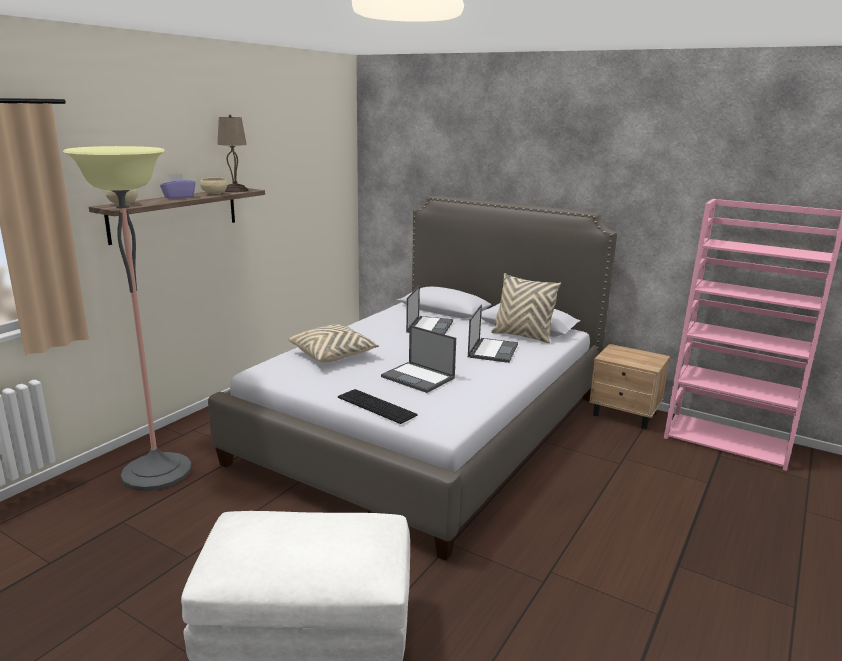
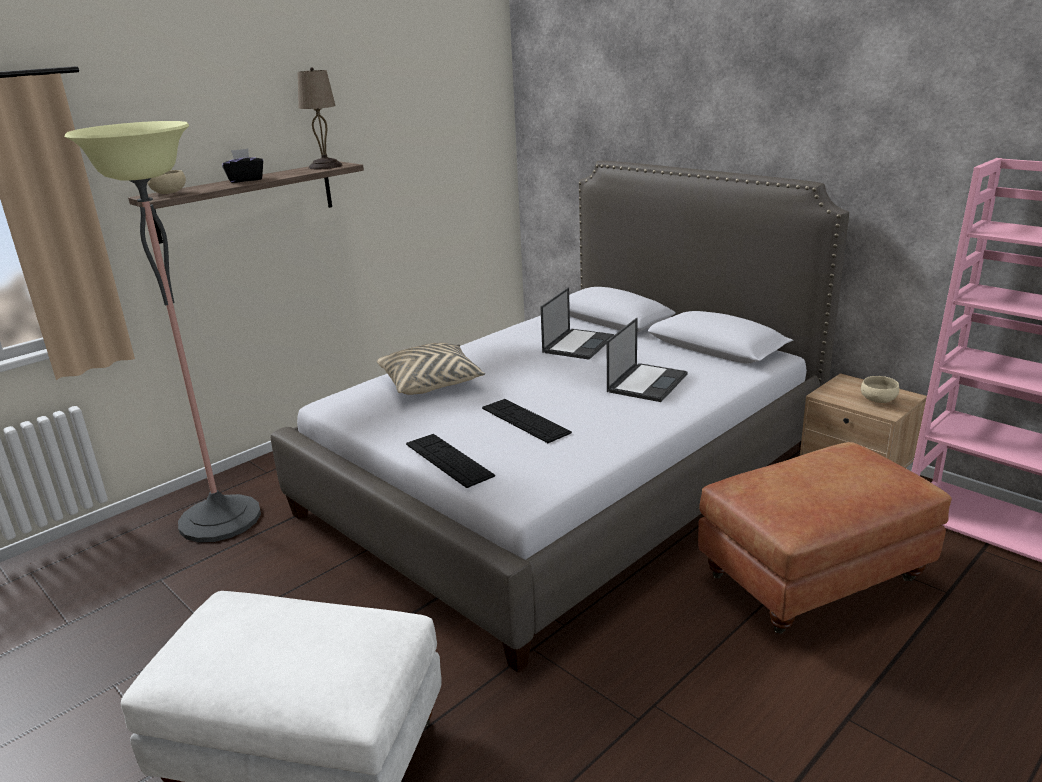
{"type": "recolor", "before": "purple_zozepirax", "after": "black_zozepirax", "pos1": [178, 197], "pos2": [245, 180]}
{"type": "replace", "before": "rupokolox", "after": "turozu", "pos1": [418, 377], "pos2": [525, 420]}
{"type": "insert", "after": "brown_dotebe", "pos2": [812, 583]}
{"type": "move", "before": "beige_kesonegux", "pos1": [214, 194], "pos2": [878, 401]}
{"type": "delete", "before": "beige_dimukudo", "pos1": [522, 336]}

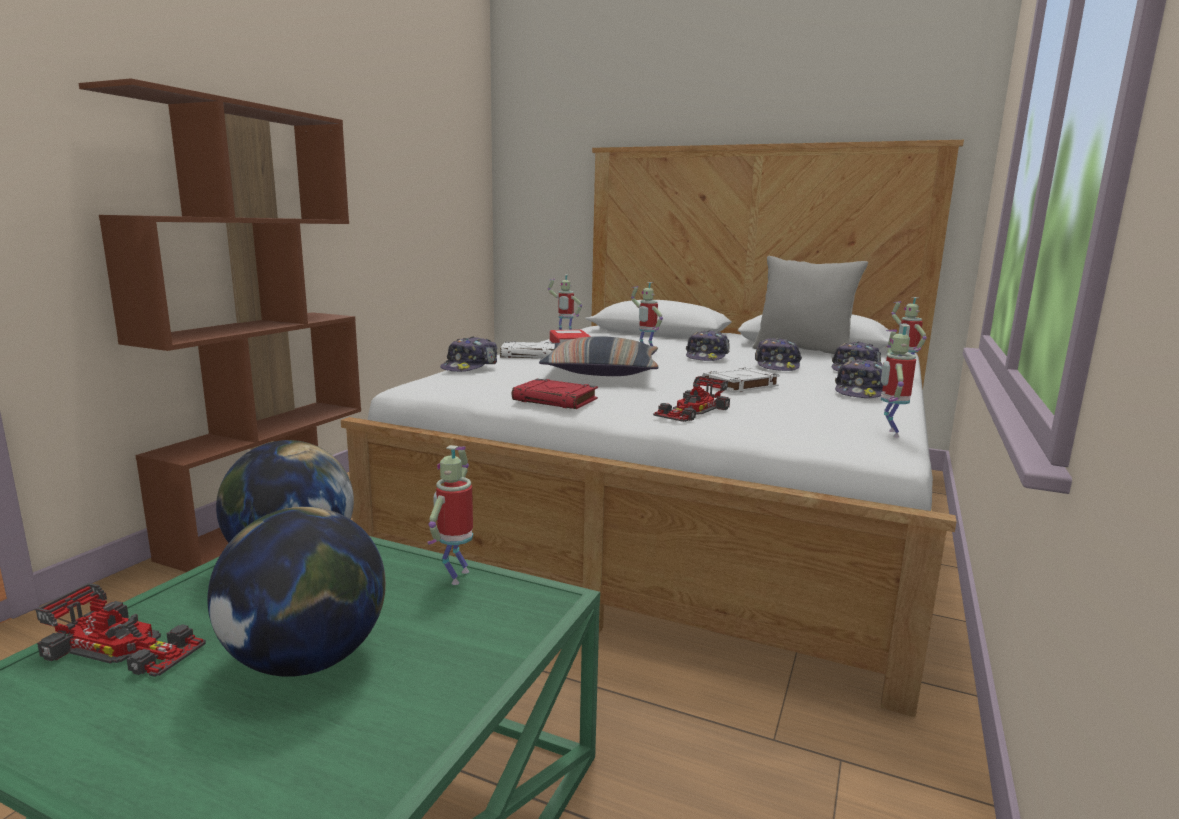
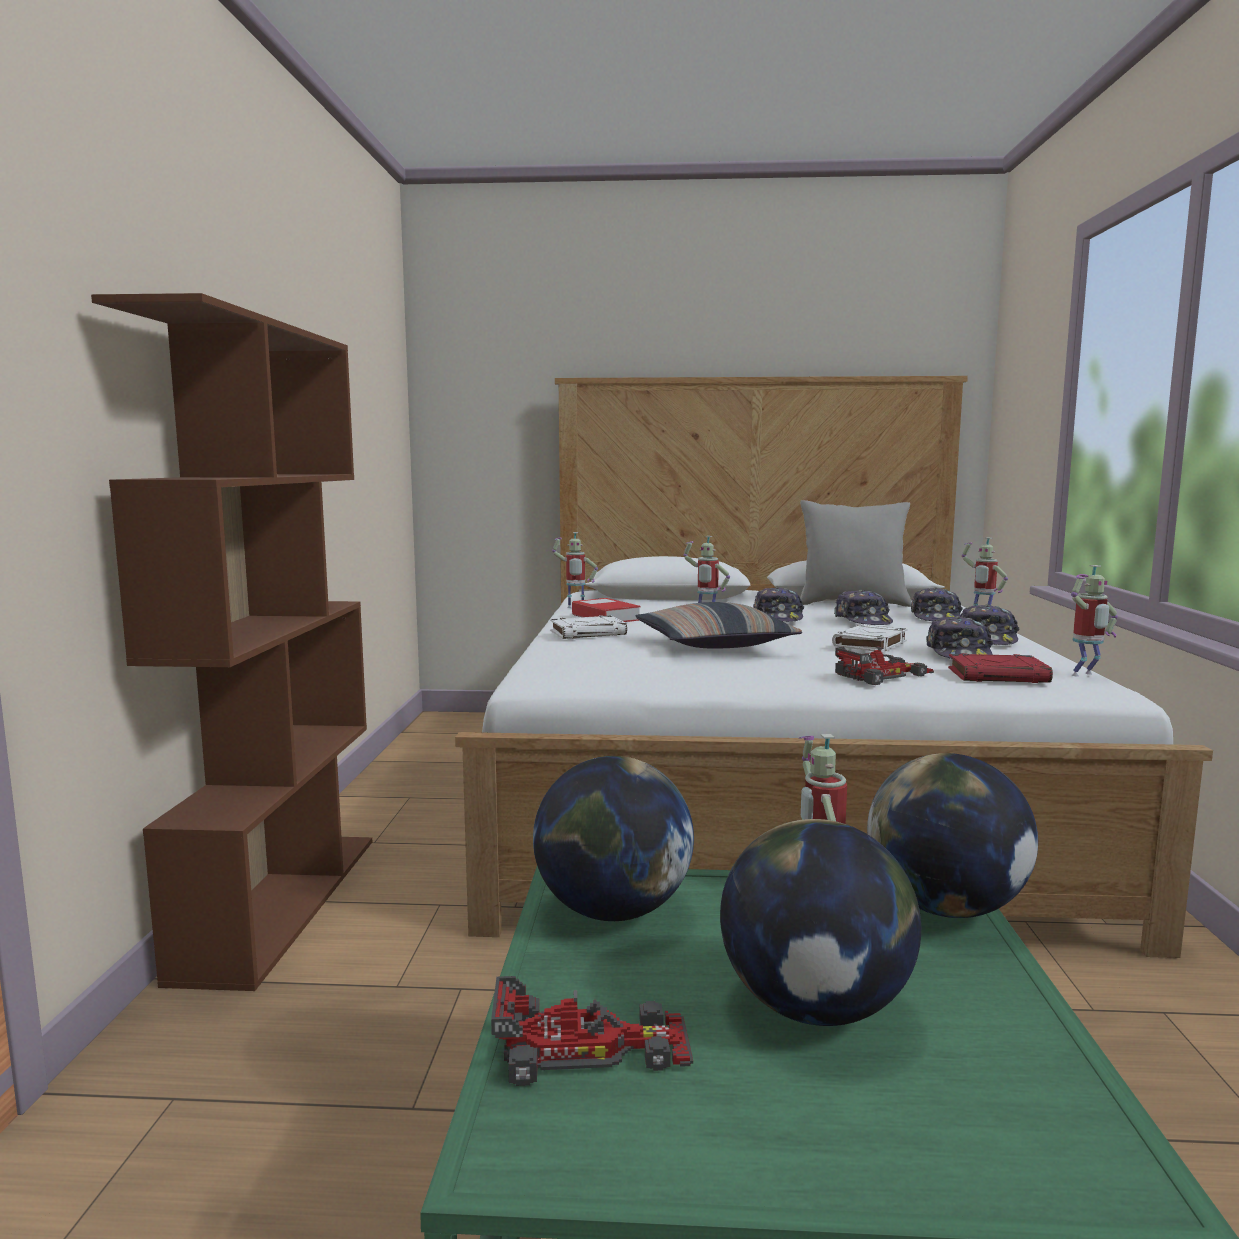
{"type": "rotate", "before": "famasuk", "pos1": [691, 411], "pos2": [883, 675], "turn": -135}
{"type": "insert", "after": "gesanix", "pos2": [945, 908]}
{"type": "move", "before": "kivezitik", "pos1": [470, 367], "pos2": [959, 654]}
{"type": "move", "before": "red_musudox", "pos1": [556, 400], "pos2": [999, 676]}
{"type": "rotate", "before": "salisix", "pos1": [889, 433], "pos2": [1085, 675], "turn": -105}

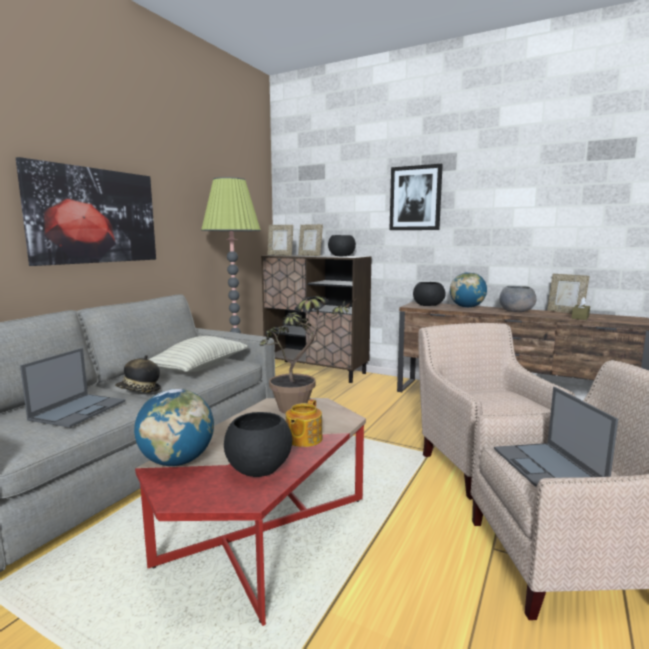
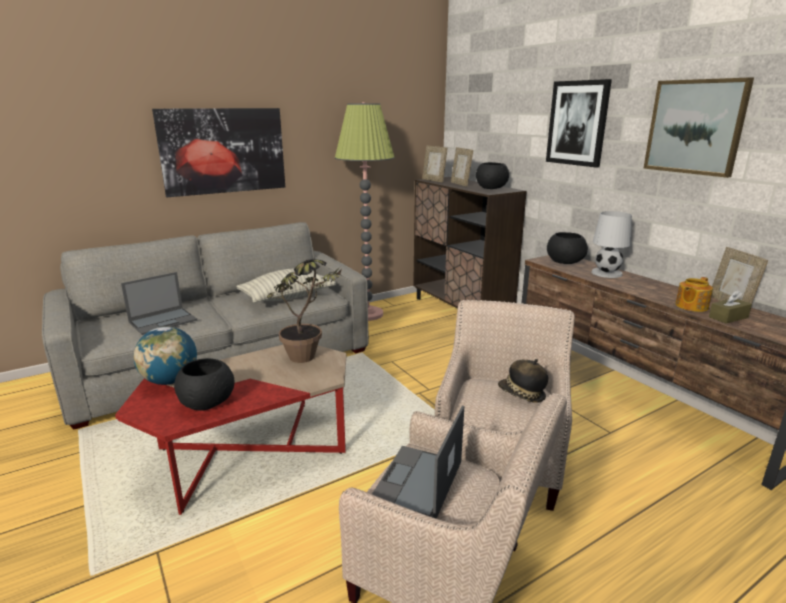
{"type": "move", "before": "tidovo", "pos1": [139, 391], "pos2": [521, 395]}
{"type": "replace", "before": "gesanix", "after": "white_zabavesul", "pos1": [467, 307], "pos2": [606, 273]}
{"type": "insert", "after": "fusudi", "pos2": [695, 127]}
{"type": "move", "before": "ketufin", "pos1": [303, 439], "pos2": [690, 306]}
{"type": "delete", "before": "grey_kesonegux", "pos1": [516, 311]}

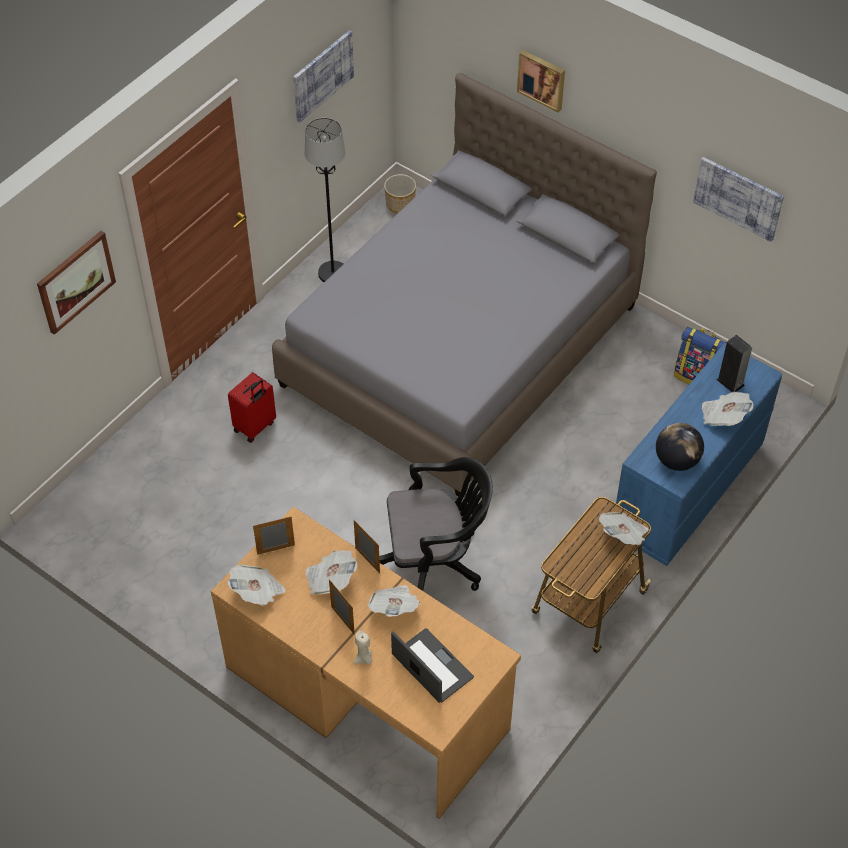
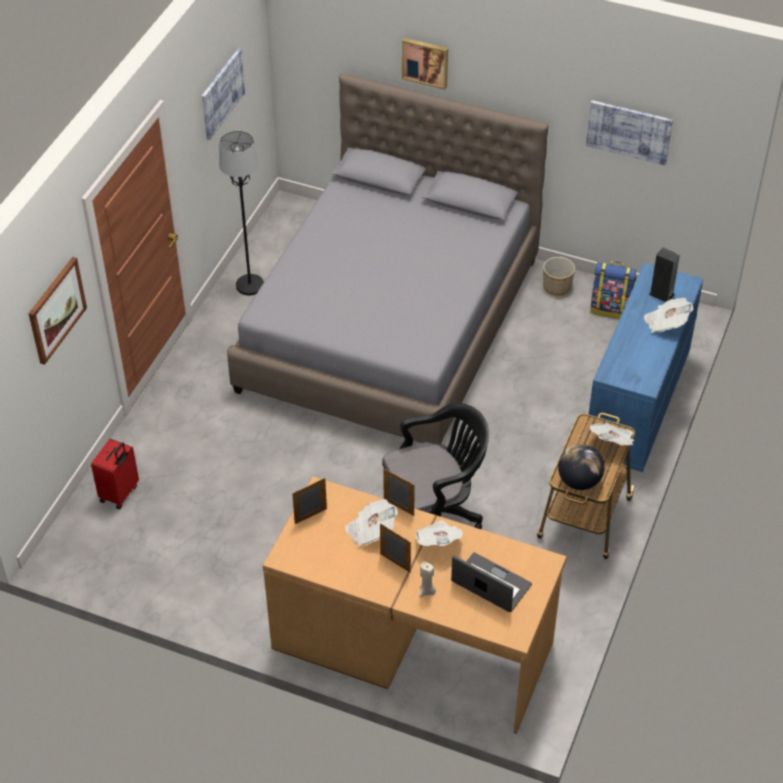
{"type": "move", "before": "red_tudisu", "pos1": [255, 427], "pos2": [120, 494]}
{"type": "move", "before": "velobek", "pos1": [400, 204], "pos2": [556, 286]}
{"type": "move", "before": "gesanix", "pos1": [676, 460], "pos2": [579, 481]}
{"type": "delete", "before": "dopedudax", "pos1": [257, 592]}

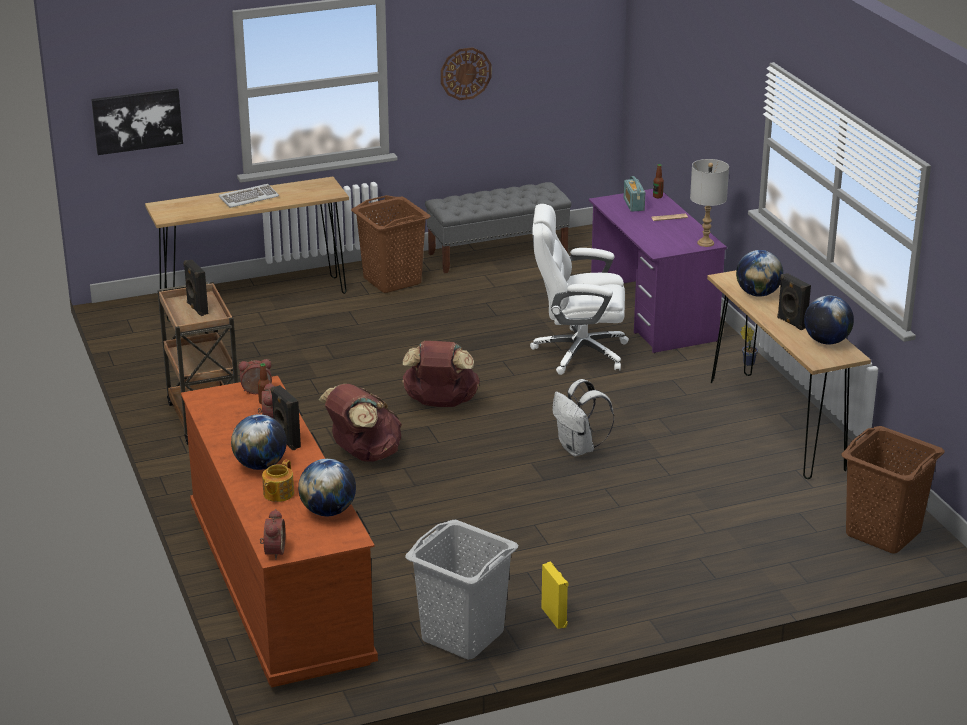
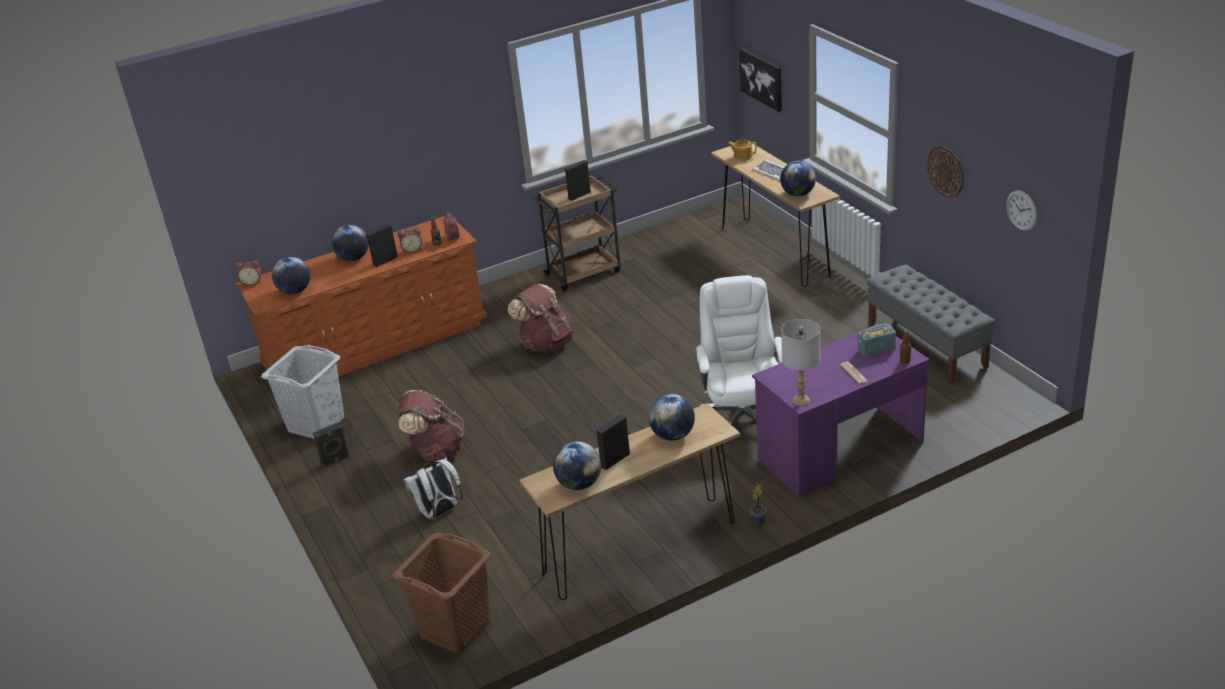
{"type": "recolor", "before": "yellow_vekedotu", "after": "black_vekedotu", "pos1": [555, 617], "pos2": [335, 460]}
{"type": "move", "before": "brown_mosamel", "pos1": [440, 403], "pos2": [436, 450]}
{"type": "move", "before": "white_mosamel", "pos1": [579, 449], "pos2": [439, 512]}
{"type": "move", "before": "ketufin", "pos1": [278, 494], "pos2": [742, 157]}
{"type": "insert", "after": "gesanix", "pos2": [798, 194]}
{"type": "insert", "after": "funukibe", "pos2": [1021, 210]}
{"type": "delete", "before": "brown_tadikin", "pos1": [392, 280]}

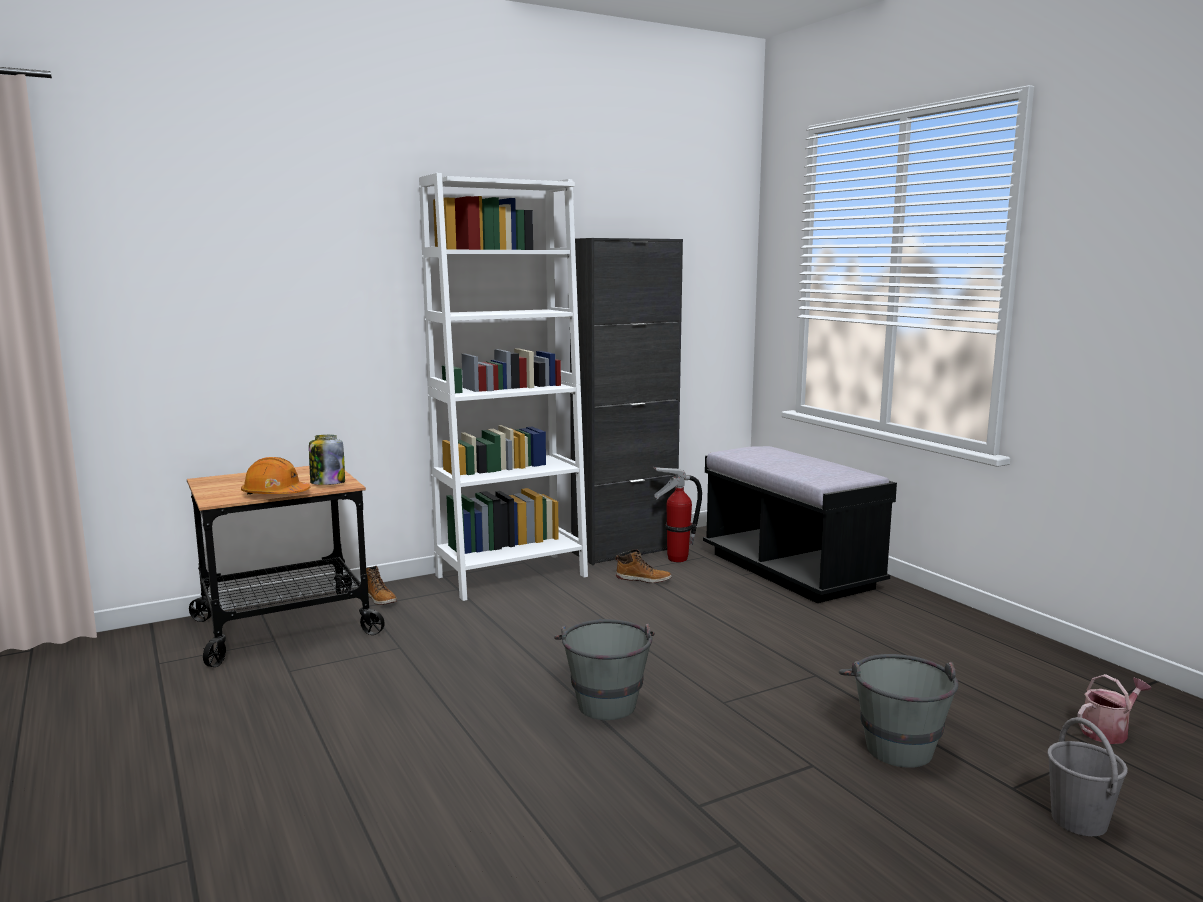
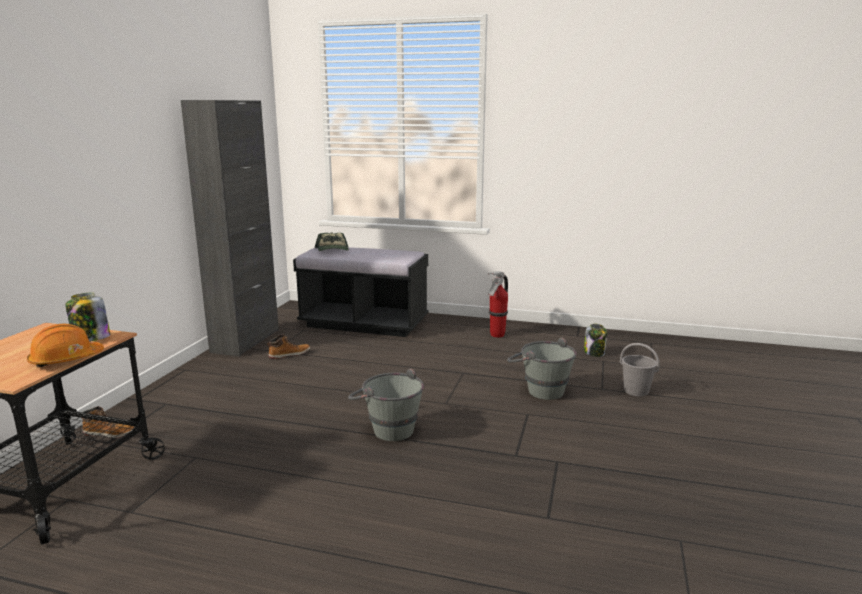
{"type": "insert", "after": "kivezitik", "pos2": [333, 250]}
{"type": "move", "before": "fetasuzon", "pos1": [676, 559], "pos2": [497, 335]}
{"type": "replace", "before": "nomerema", "after": "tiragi", "pos1": [1108, 731], "pos2": [594, 353]}
{"type": "delete", "before": "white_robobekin", "pos1": [511, 576]}

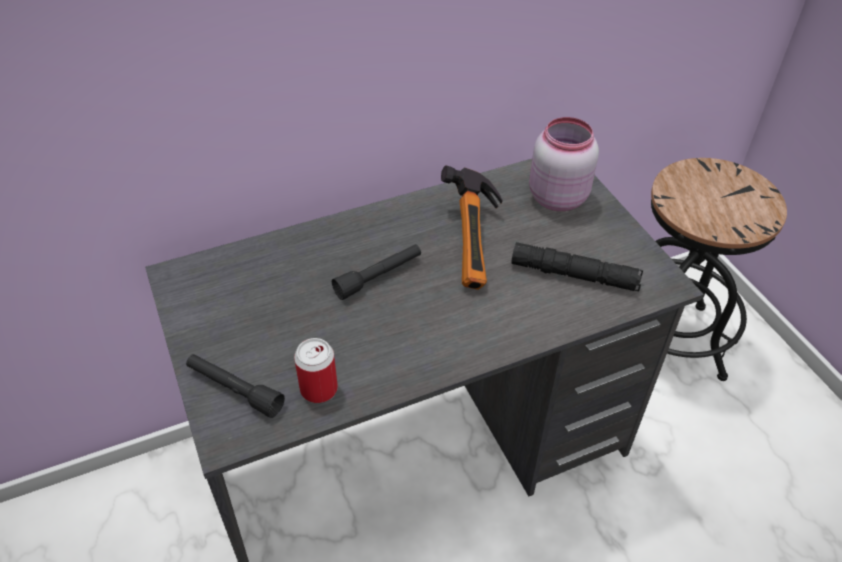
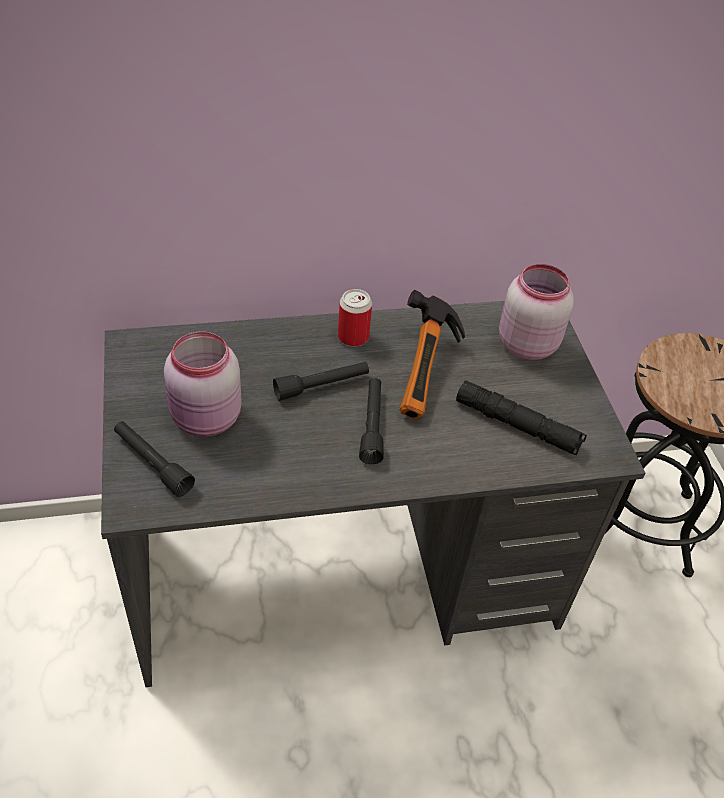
{"type": "insert", "after": "pink_tiragi", "pos2": [206, 419]}
{"type": "move", "before": "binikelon", "pos1": [319, 389], "pos2": [353, 337]}
{"type": "insert", "after": "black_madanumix", "pos2": [372, 425]}

